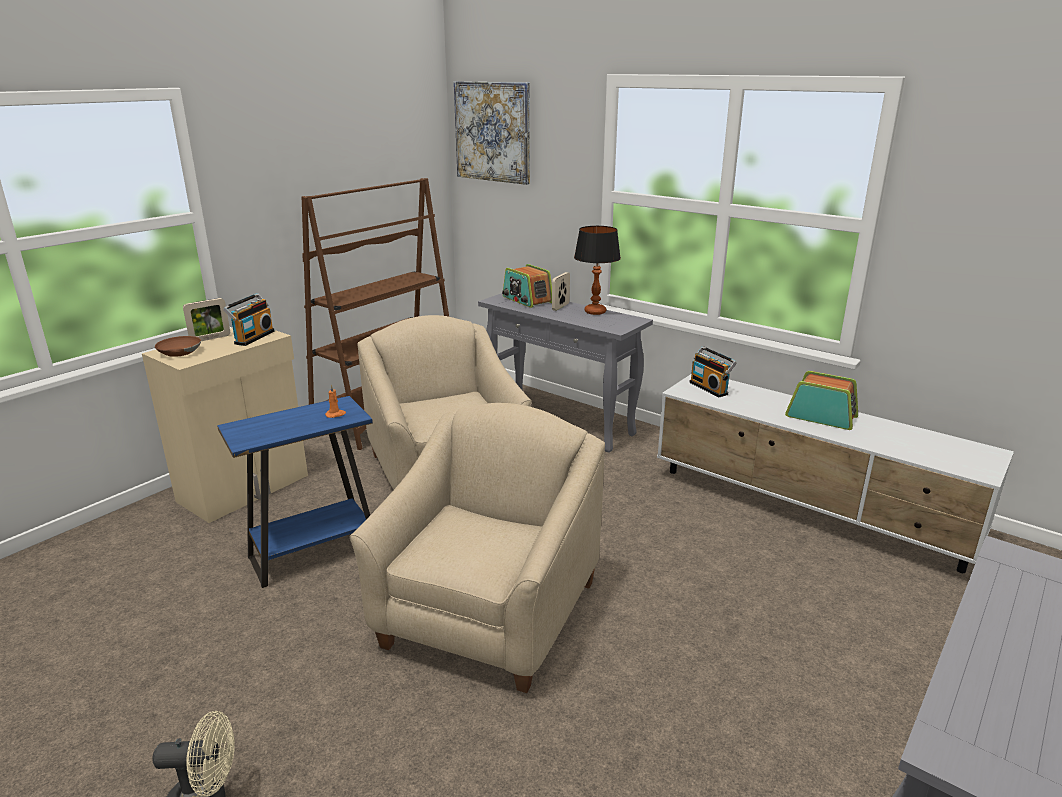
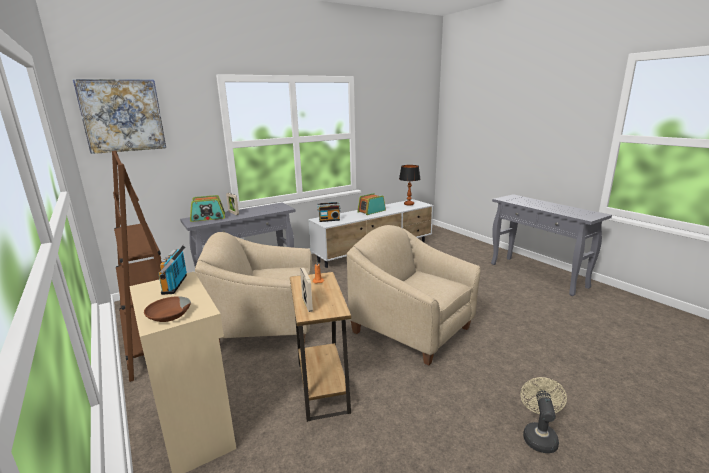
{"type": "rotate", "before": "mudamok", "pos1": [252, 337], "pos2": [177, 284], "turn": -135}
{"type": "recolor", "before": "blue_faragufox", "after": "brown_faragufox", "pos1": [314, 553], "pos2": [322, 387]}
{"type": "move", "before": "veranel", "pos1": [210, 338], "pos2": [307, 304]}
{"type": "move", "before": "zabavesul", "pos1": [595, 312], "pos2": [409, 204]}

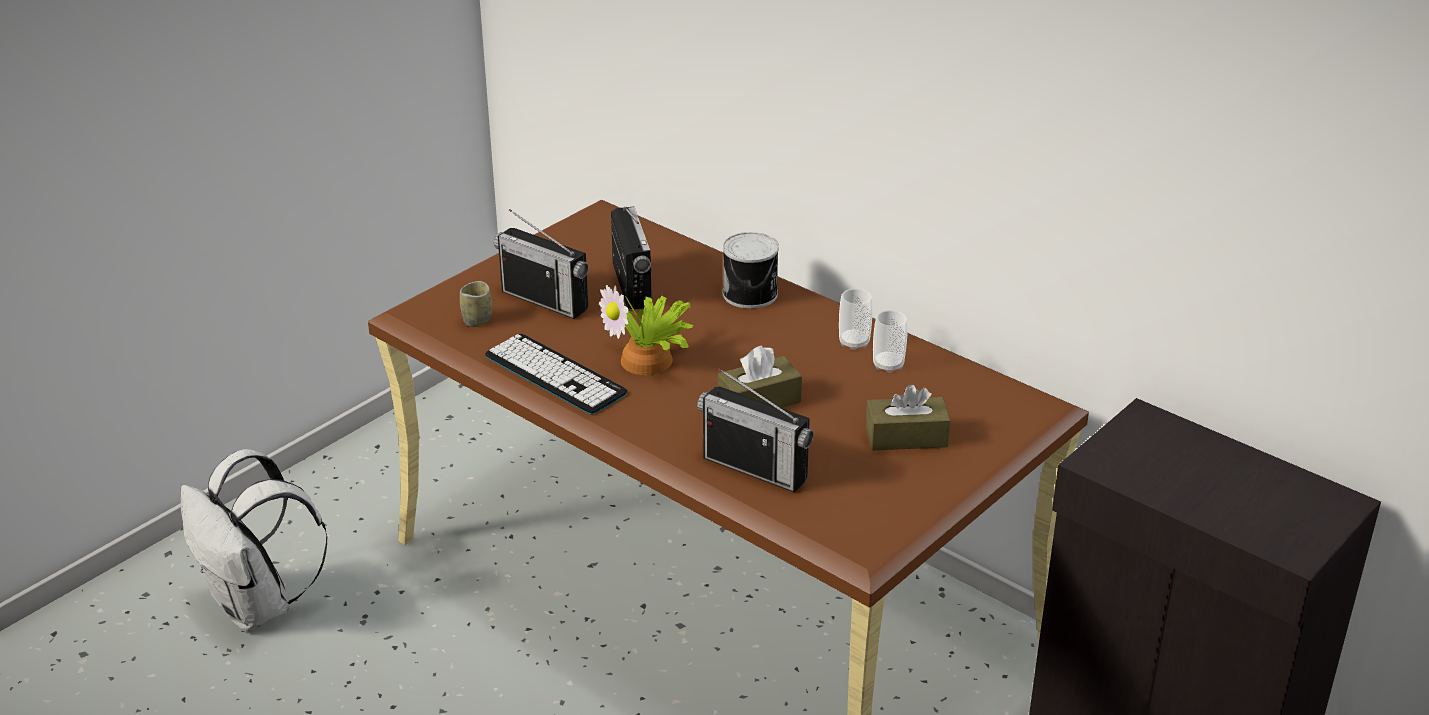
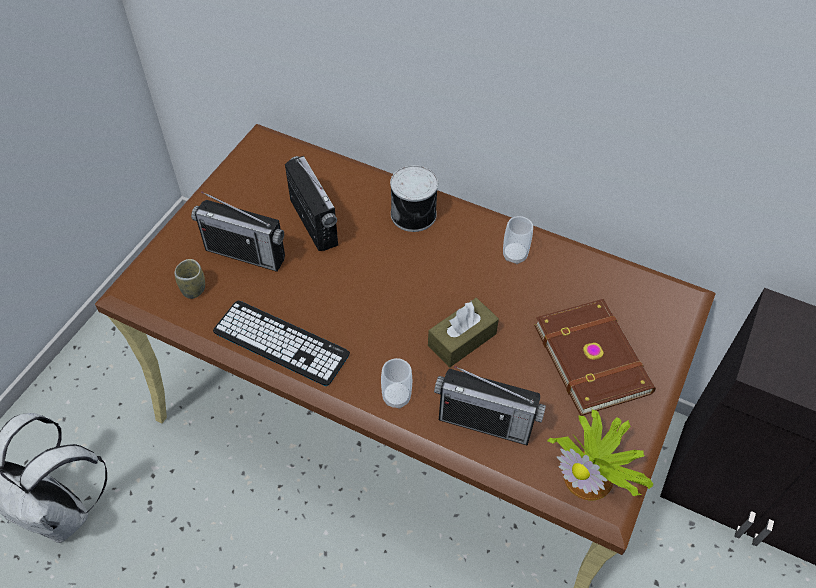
{"type": "move", "before": "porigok", "pos1": [888, 365], "pos2": [396, 397]}
{"type": "replace", "before": "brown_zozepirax", "after": "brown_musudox", "pos1": [906, 437], "pos2": [593, 357]}
{"type": "move", "before": "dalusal", "pos1": [650, 360], "pos2": [592, 475]}

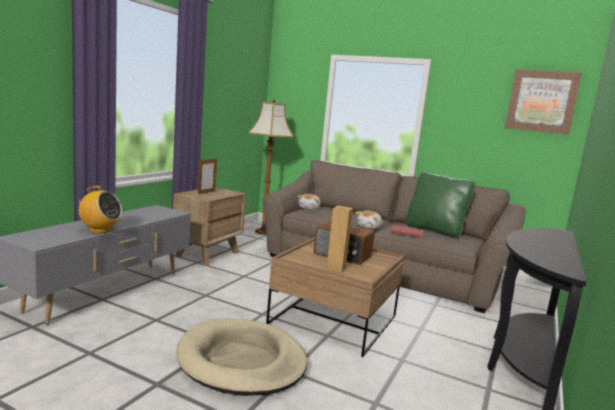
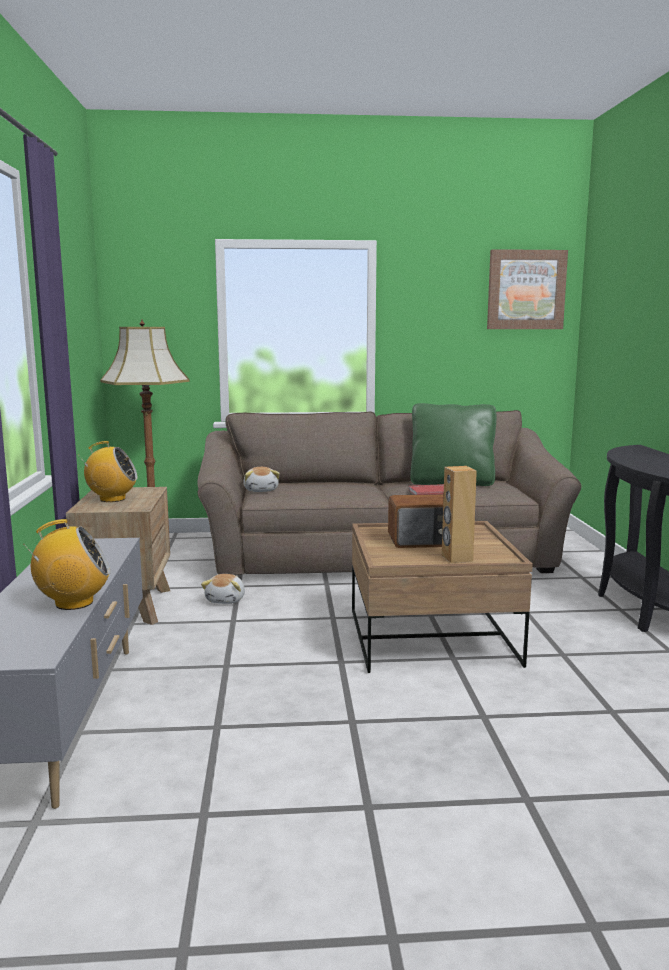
{"type": "replace", "before": "veranel", "after": "mudamok", "pos1": [206, 192], "pos2": [112, 499]}
{"type": "move", "before": "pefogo", "pos1": [369, 227], "pos2": [226, 600]}
{"type": "delete", "before": "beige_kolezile", "pos1": [241, 361]}

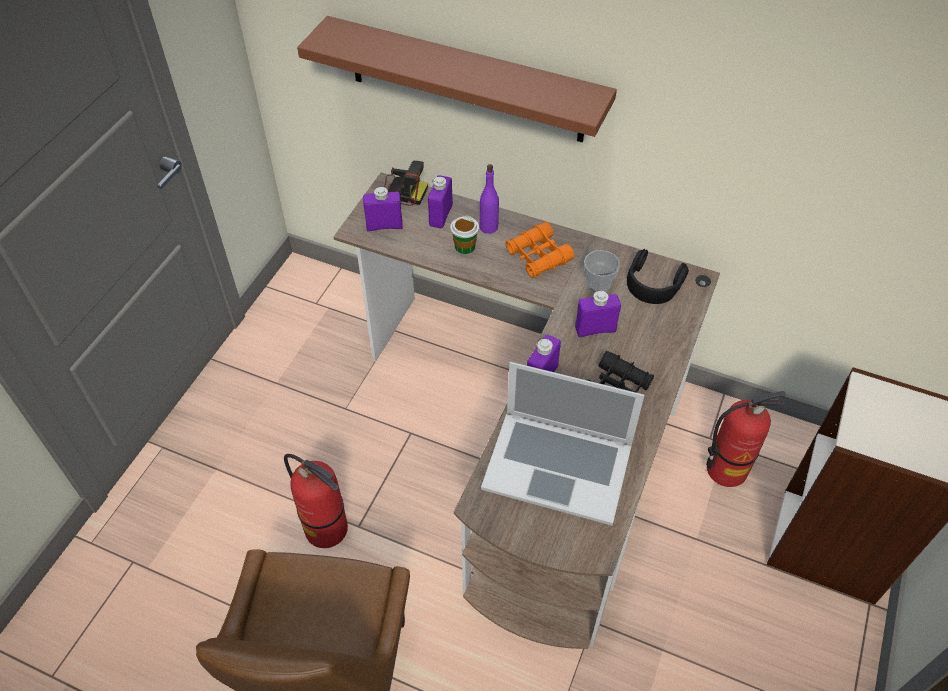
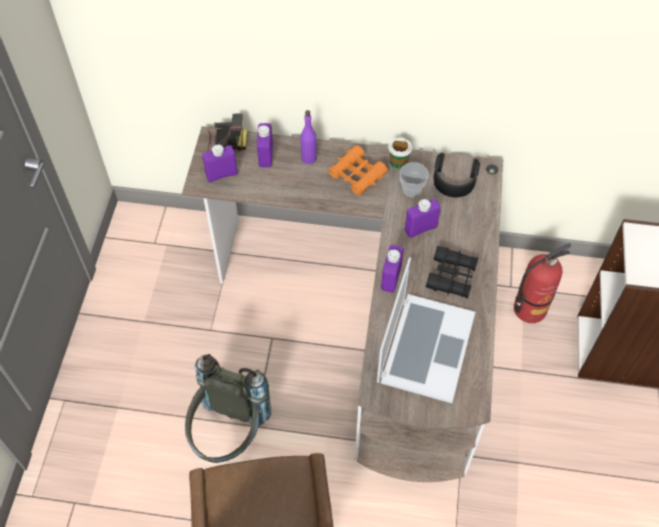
{"type": "replace", "before": "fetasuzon", "after": "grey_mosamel", "pos1": [327, 529], "pos2": [229, 435]}
{"type": "rotate", "before": "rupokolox", "pos1": [558, 465], "pos2": [425, 347], "turn": -75}
{"type": "move", "before": "porigok", "pos1": [464, 247], "pos2": [398, 162]}
{"type": "delete", "before": "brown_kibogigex", "pos1": [466, 80]}

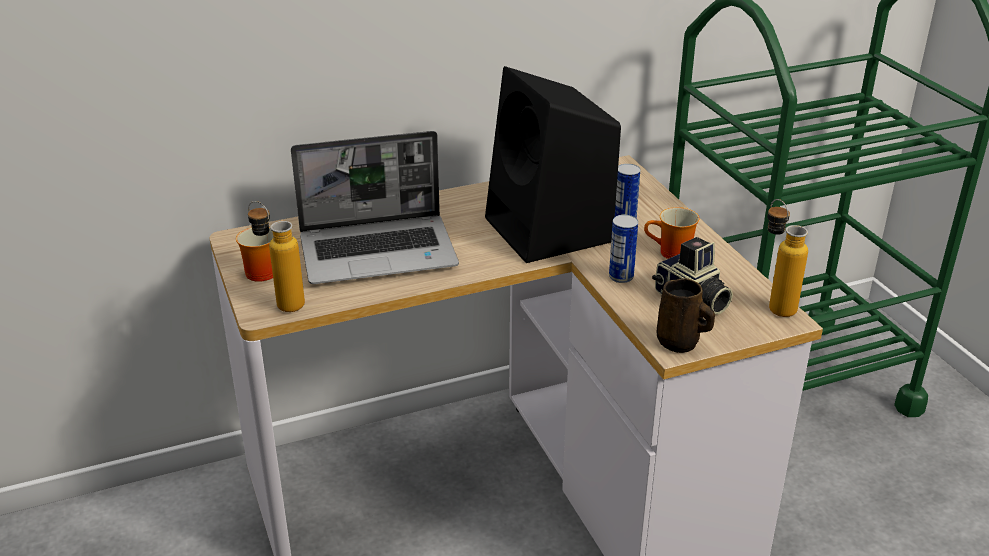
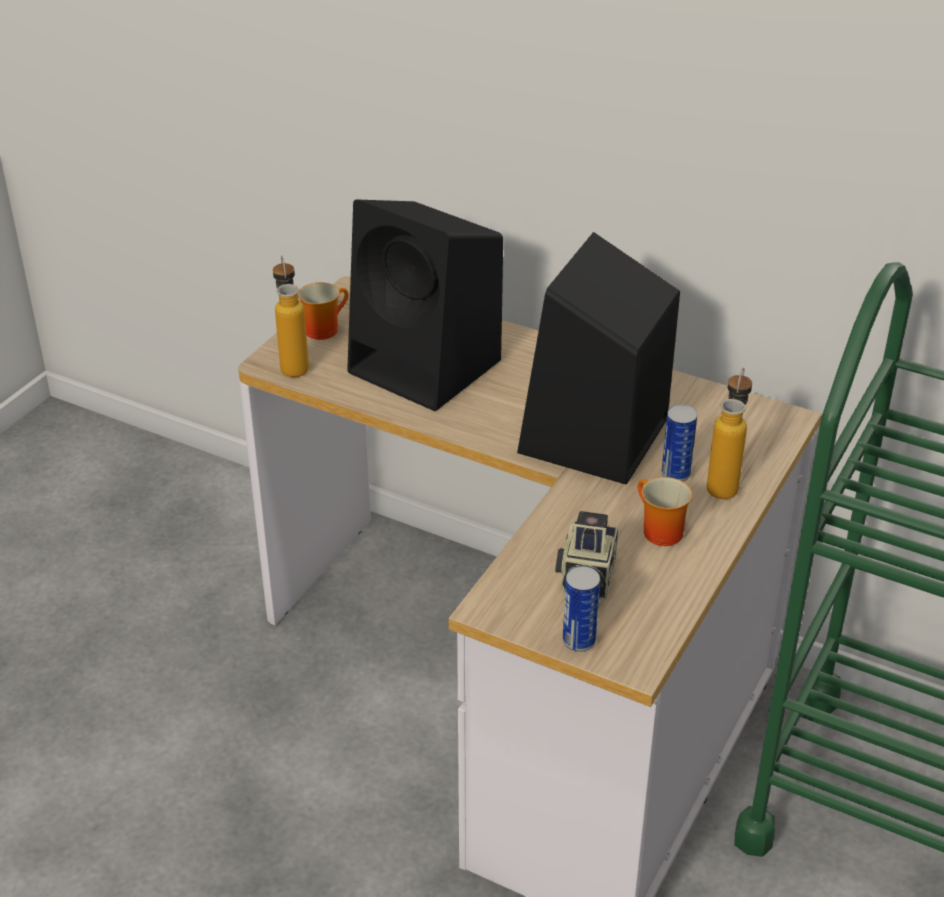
{"type": "replace", "before": "rupokolox", "after": "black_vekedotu", "pos1": [379, 251], "pos2": [429, 367]}
{"type": "move", "before": "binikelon", "pos1": [621, 277], "pos2": [579, 641]}
{"type": "move", "before": "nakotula", "pos1": [774, 304], "pos2": [724, 482]}
{"type": "delete", "before": "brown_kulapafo", "pos1": [680, 343]}

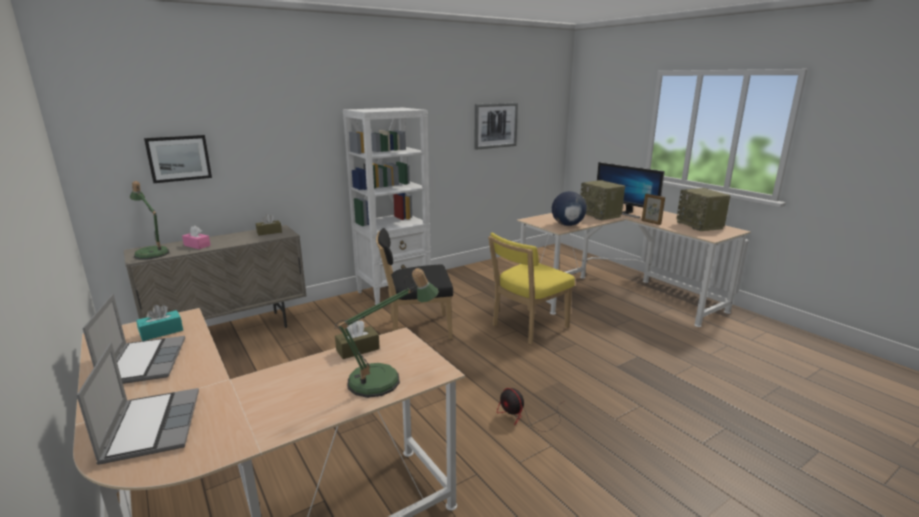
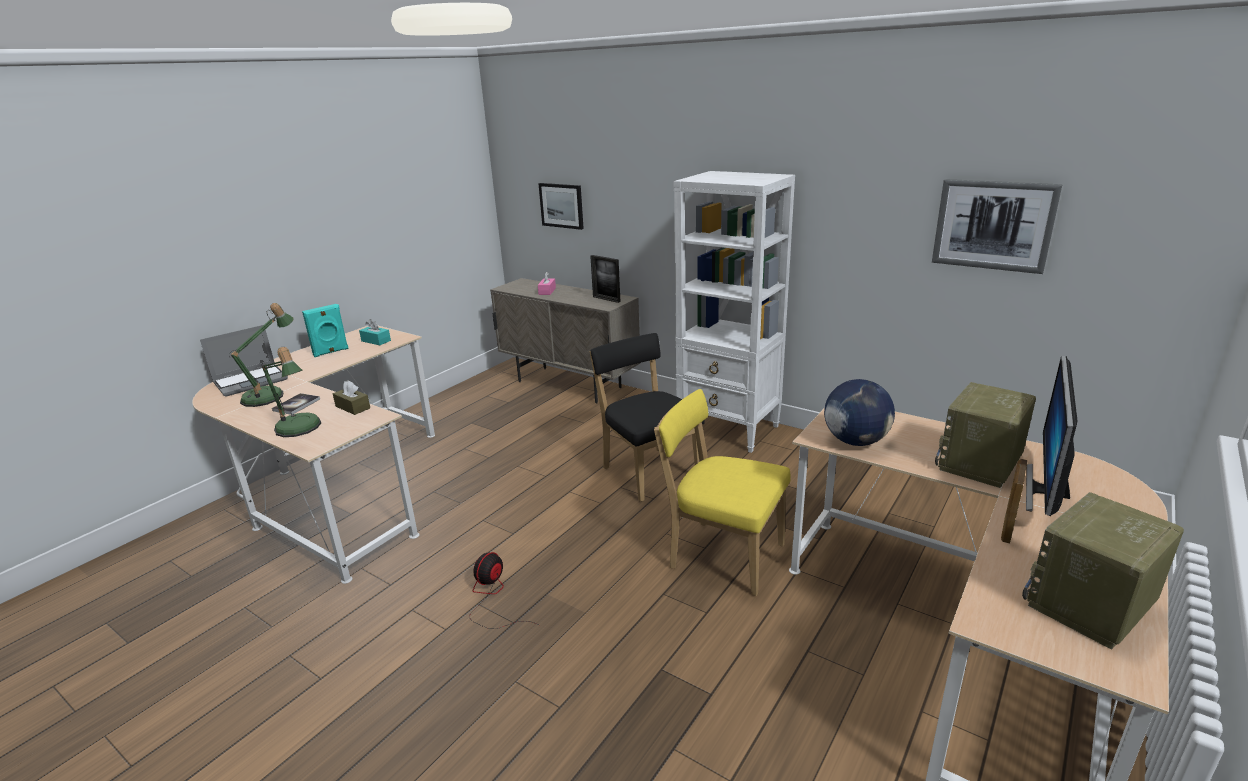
{"type": "move", "before": "zabavesul", "pos1": [151, 252], "pos2": [269, 395]}
{"type": "insert", "after": "musudox", "pos2": [296, 405]}
{"type": "replace", "before": "rupokolox", "after": "turquoise_vekedotu", "pos1": [144, 362], "pos2": [331, 352]}
{"type": "replace", "before": "brown_zozepirax", "after": "veranel", "pos1": [269, 232], "pos2": [606, 299]}

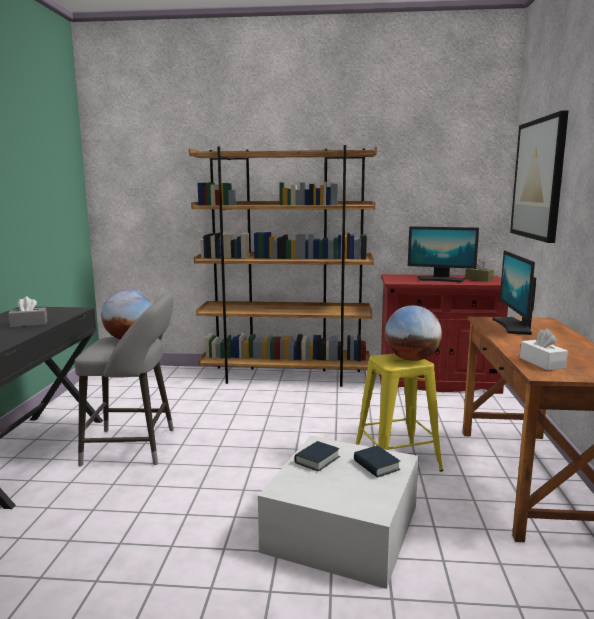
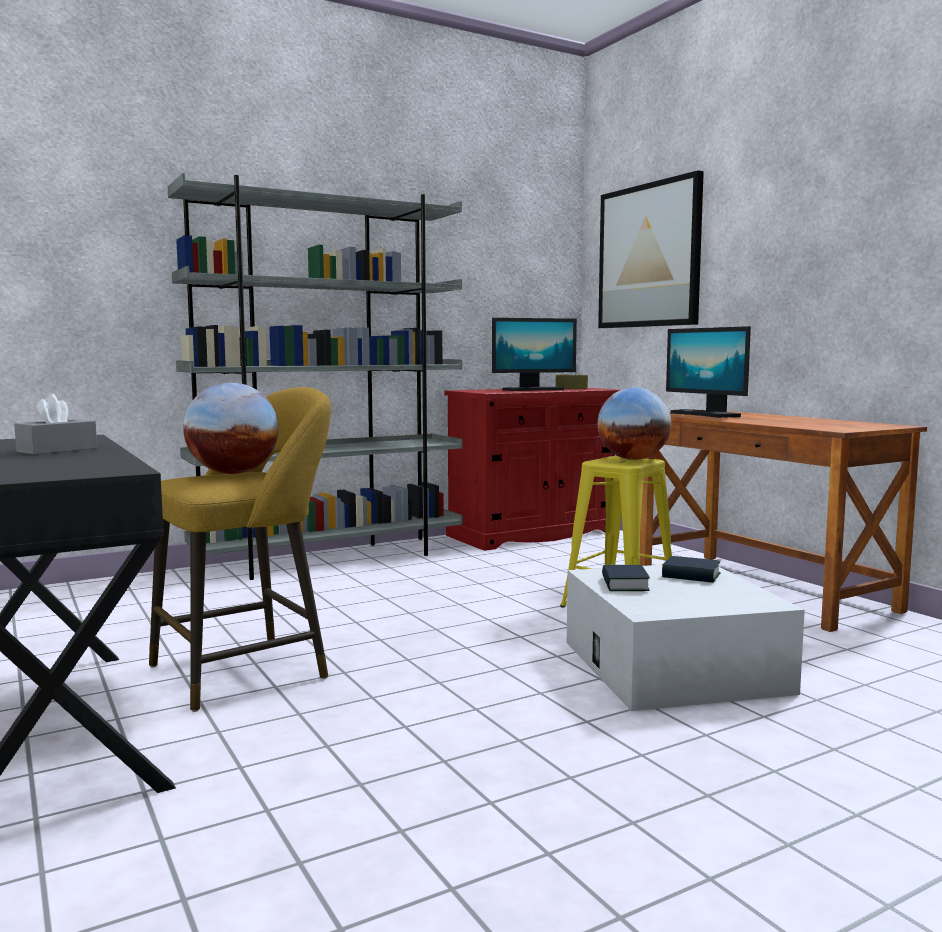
{"type": "recolor", "before": "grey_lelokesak", "after": "yellow_lelokesak", "pos1": [135, 447], "pos2": [248, 670]}
{"type": "recolor", "before": "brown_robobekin", "after": "grey_robobekin", "pos1": [286, 376], "pos2": [331, 558]}
{"type": "delete", "before": "white_zozepirax", "pos1": [542, 363]}

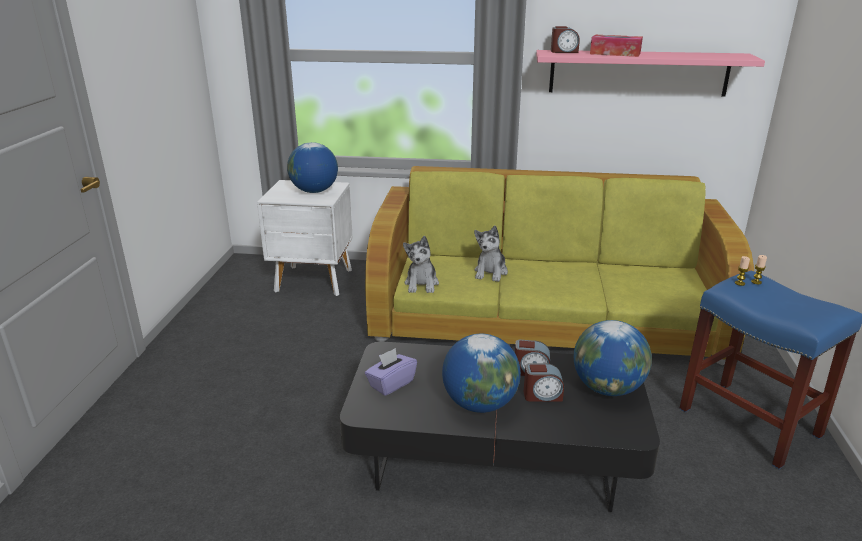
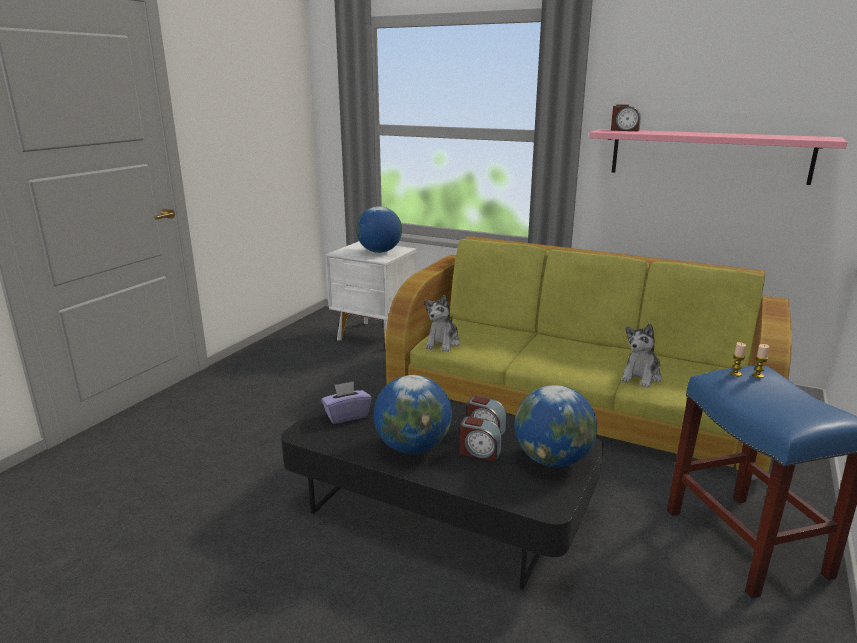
{"type": "move", "before": "pefogo", "pos1": [491, 272], "pos2": [641, 377]}
{"type": "delete", "before": "zozepirax", "pos1": [615, 53]}

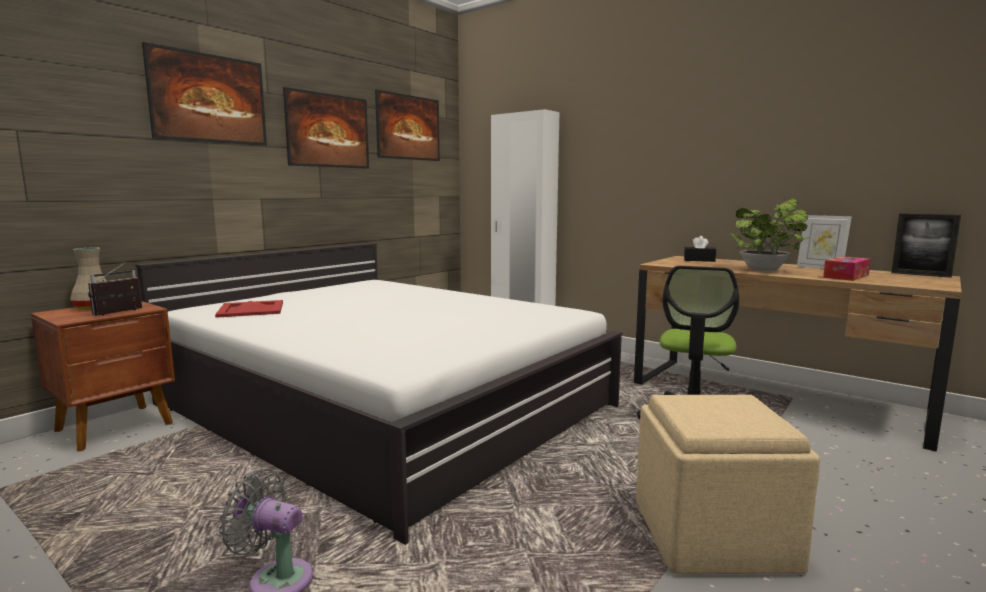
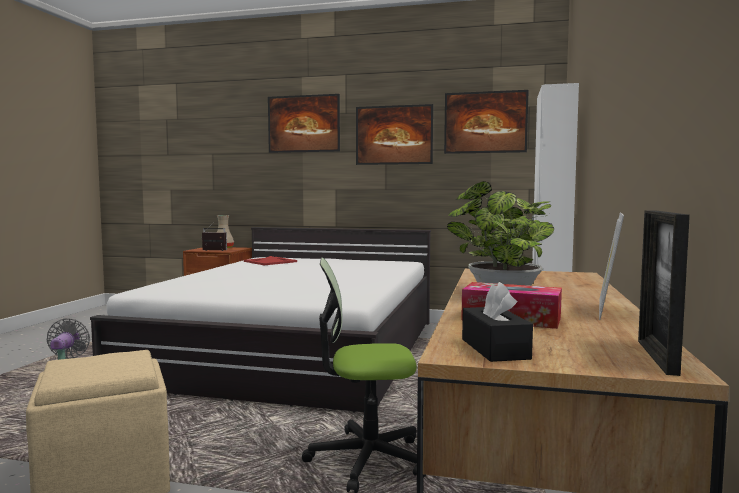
{"type": "move", "before": "black_zozepirax", "pos1": [699, 260], "pos2": [494, 349]}

